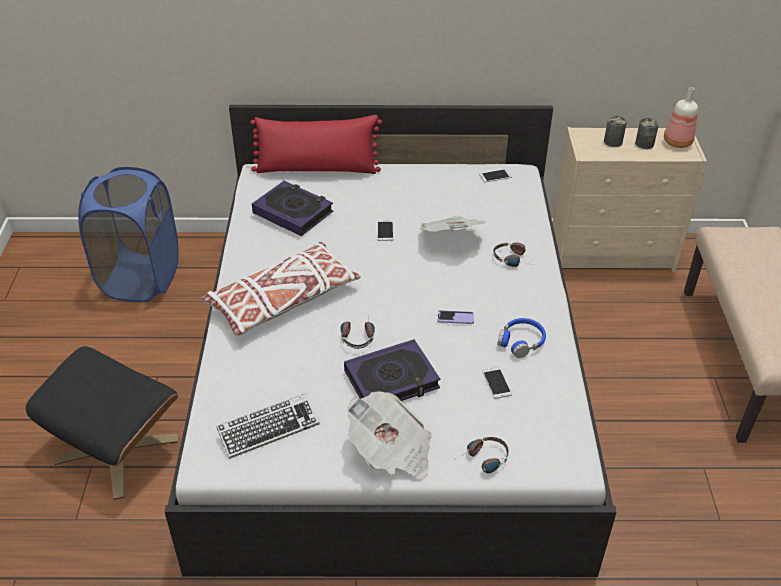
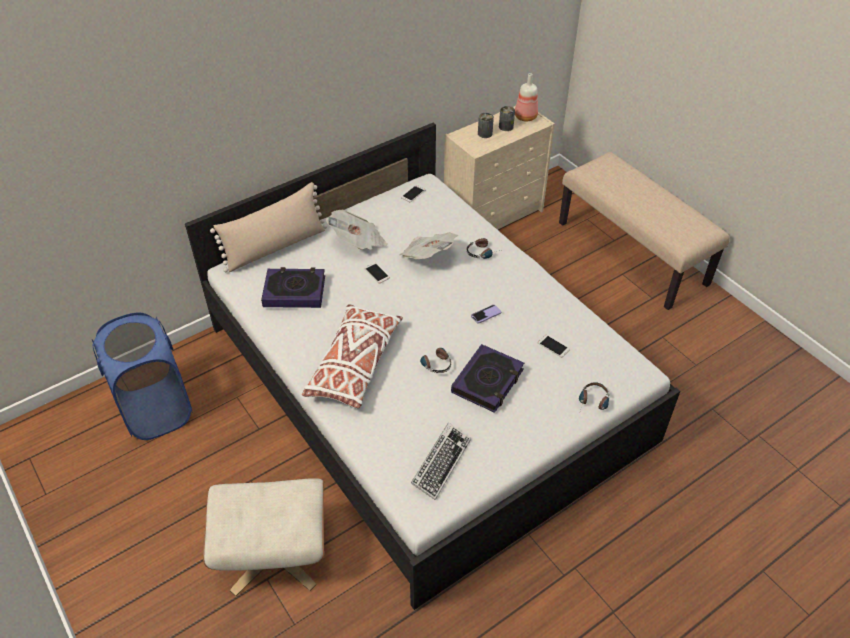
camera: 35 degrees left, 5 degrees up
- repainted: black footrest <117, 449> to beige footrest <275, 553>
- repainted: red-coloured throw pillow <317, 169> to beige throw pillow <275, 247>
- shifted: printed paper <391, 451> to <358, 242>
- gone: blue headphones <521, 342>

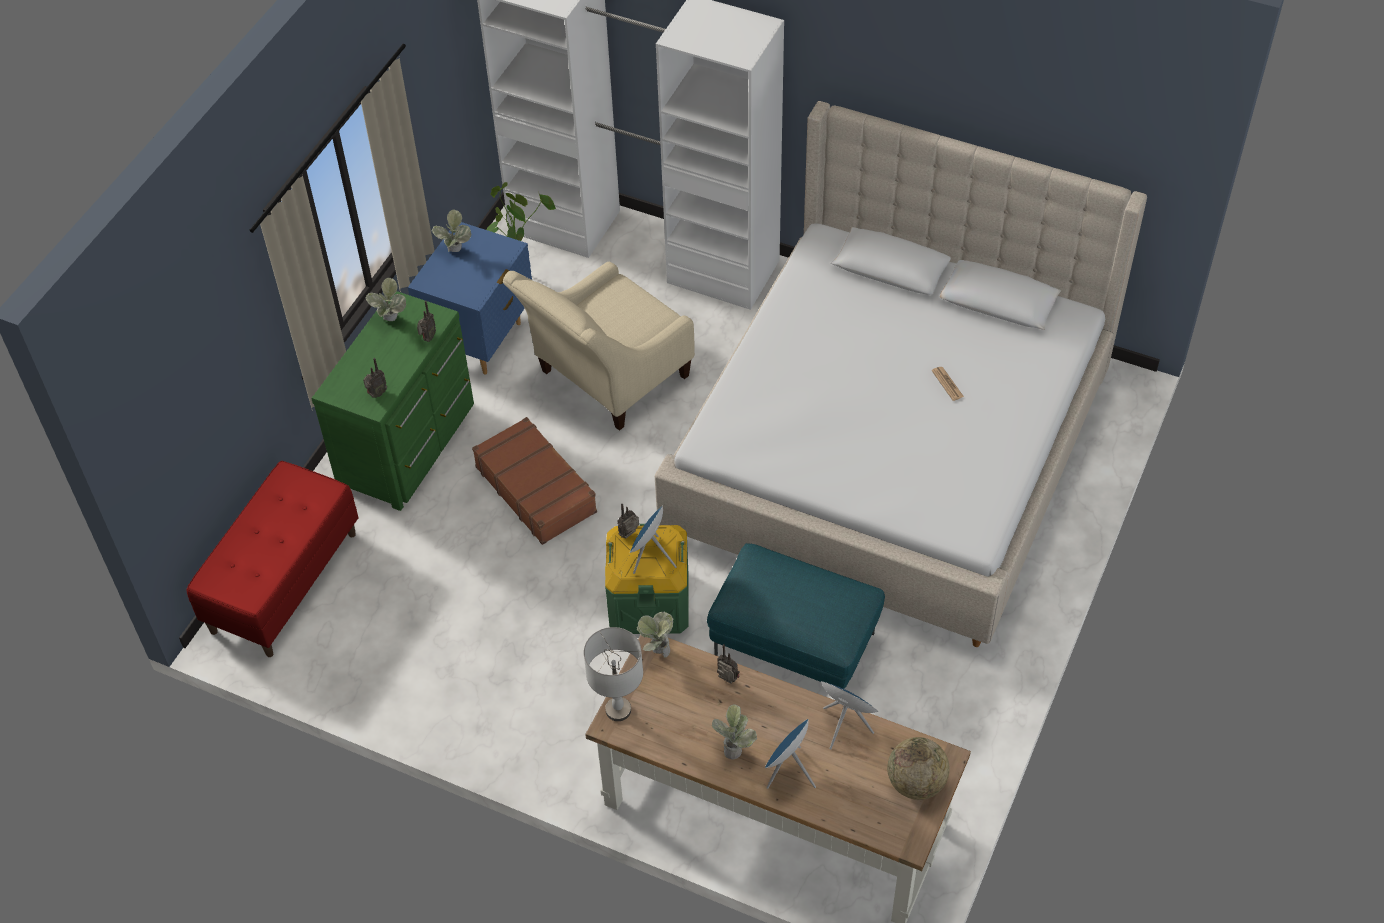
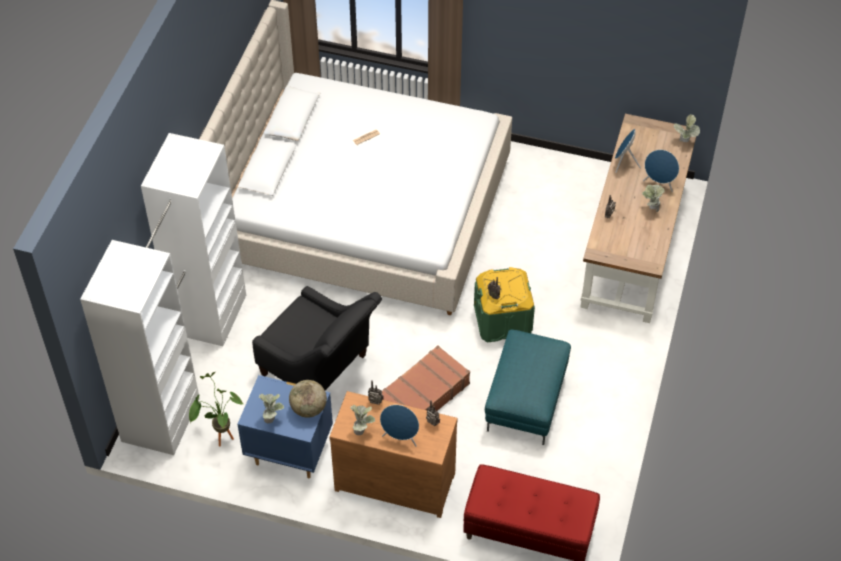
camera: 100 degrees left, 0 degrees up
- repainted: beige armchair <606, 380> to black armchair <320, 369>
- shifted: desk globe <916, 783> to <309, 408>
- repainted: green chest of drawers <410, 444> to brown-coloured chest of drawers <395, 478>
- shifted: blue speaker <650, 557> to <400, 438>
- shifted: turquoise-coloured footrest <795, 643> to <525, 401>
- shifted: houseplant <656, 650> to <684, 142>
- gone: grey tabletop lamp <618, 710>

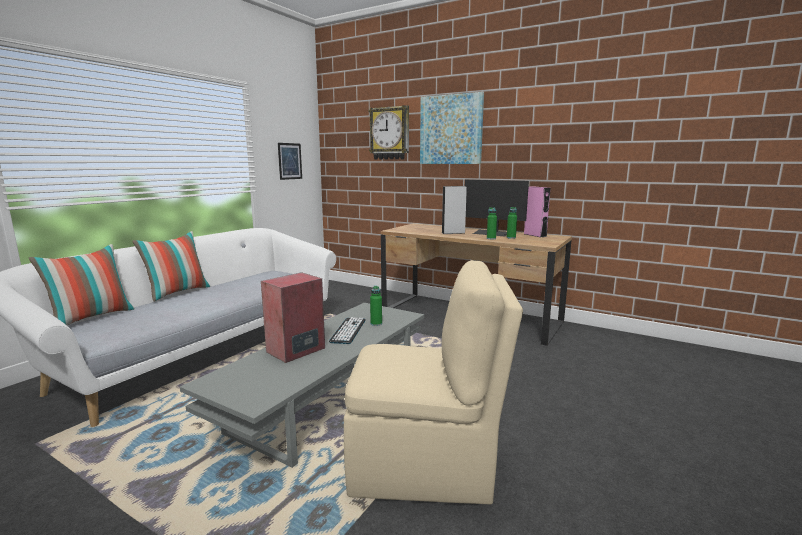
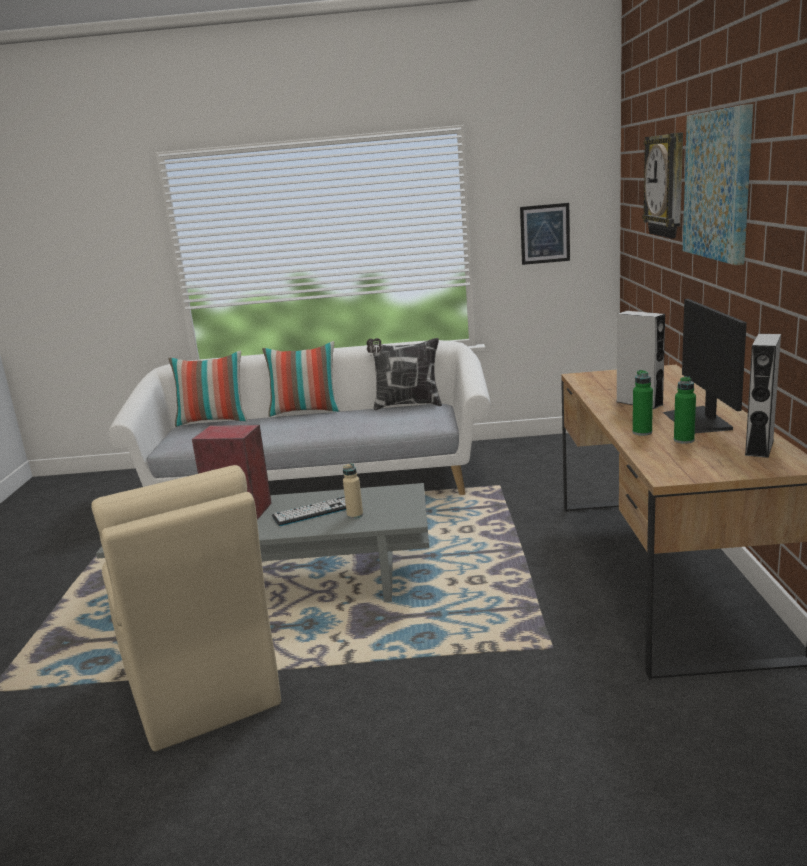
camera: 60 degrees right, 5 degrees up
- repainted: green beverage bottle <376, 324> to beige beverage bottle <355, 515>
- new: throw pillow <406, 405>
- repainted: pink speaker <535, 235> to grey speaker <759, 447>

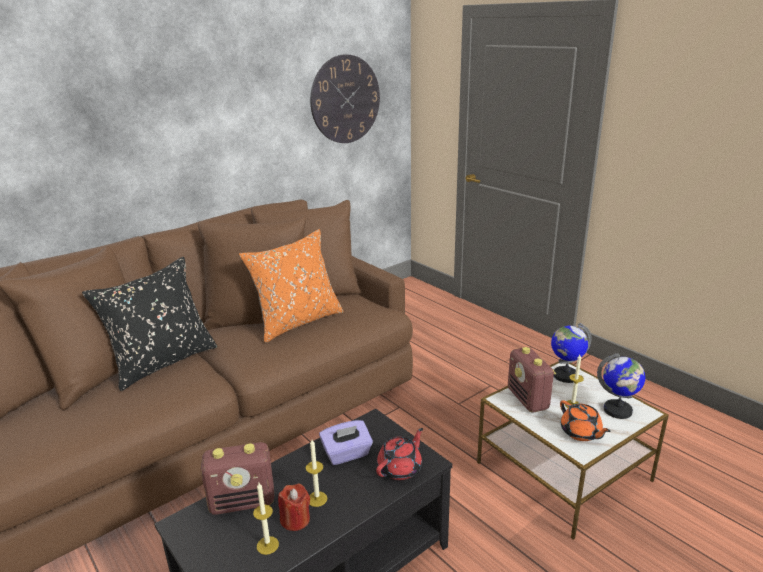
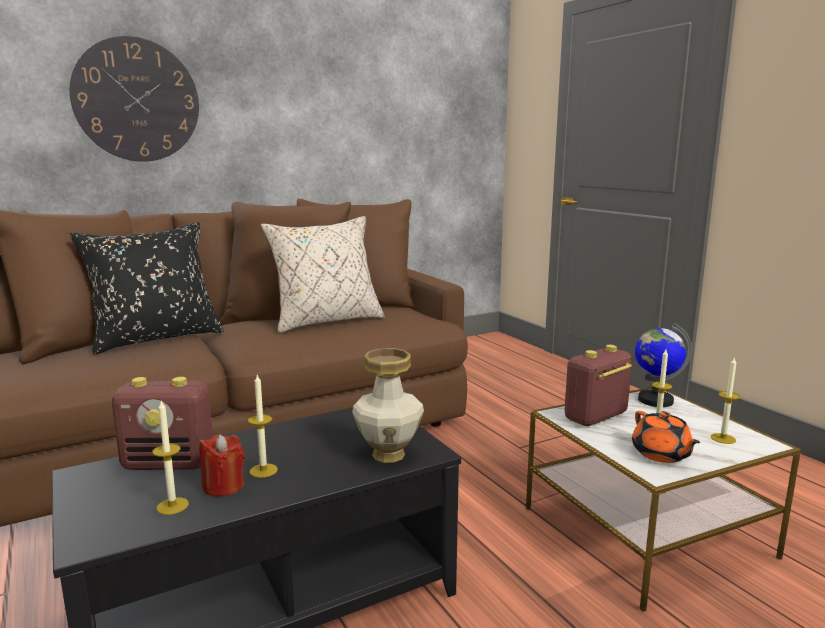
camera: 10 degrees right, 10 degrees down
- shifted: clock on the wall <345, 99> to <136, 100>
- repainted: orangey throw pillow <297, 322> to beige throw pillow <326, 321>
- swapped: red-coloured pot for tea <400, 468> to vase <388, 454>
- rotated: radio set <528, 400> = <595, 417> 60 degrees clockwise
- swapped: desk globe <618, 410> to wax candle <723, 438>
- gone: purplish tissue box <347, 454>

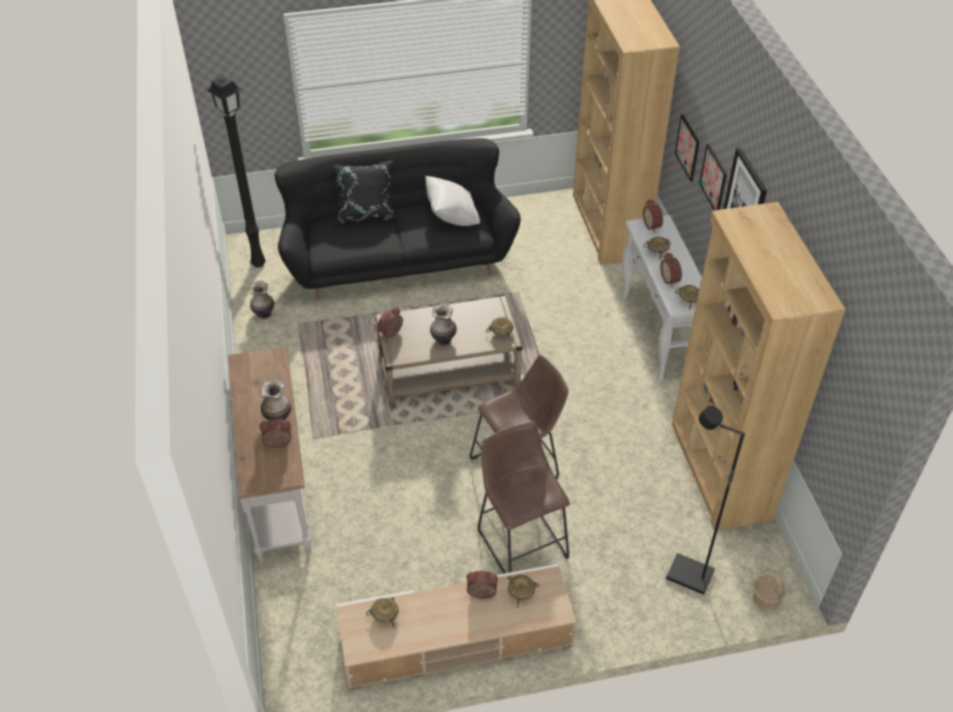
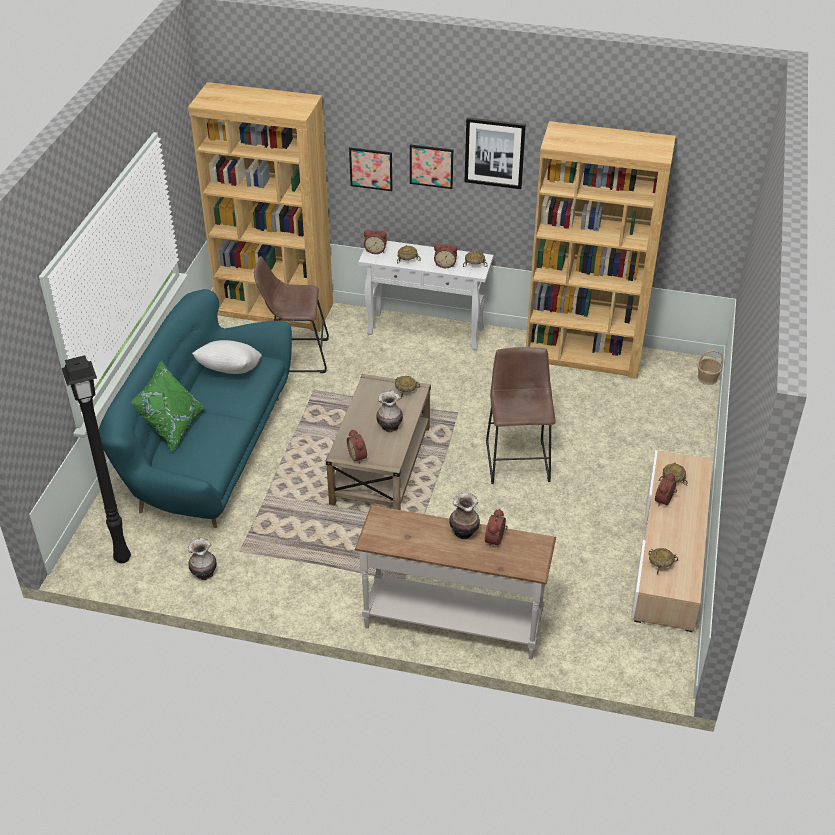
camera: 65 degrees left, 5 degrees down
- repainted: black settee <398, 260> to turquoise-coloured settee <207, 453>
- repainted: black throw pillow <366, 212> to green throw pillow <171, 426>
- shifted: brown-coloured sitting stool <520, 539> to <294, 356>
- gone: black standing lamp <688, 576>

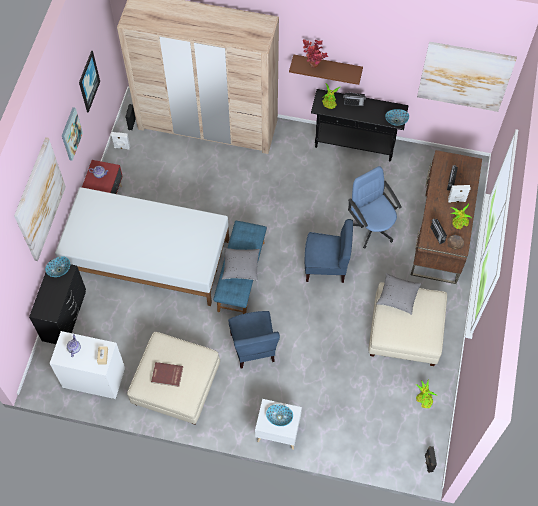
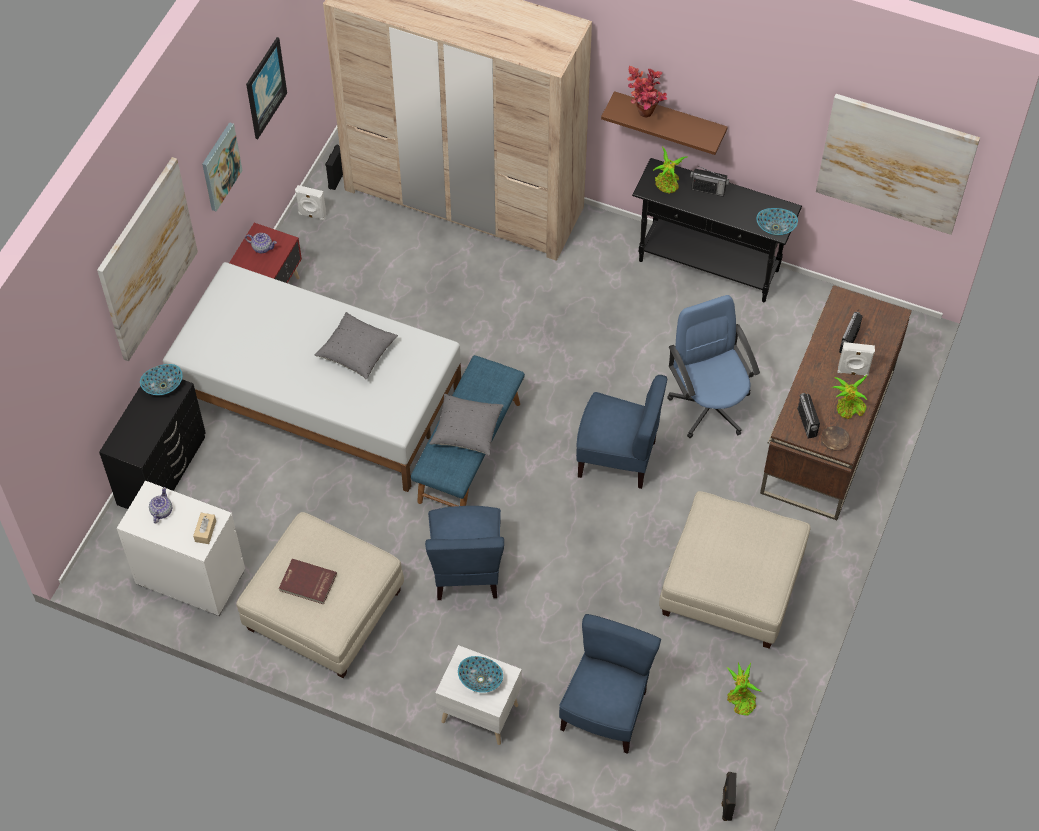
camera: 10 degrees right, 5 degrees down
- shifted: grey throw pillow <397, 297> to <357, 353>
- new: blue plain chair <605, 711>

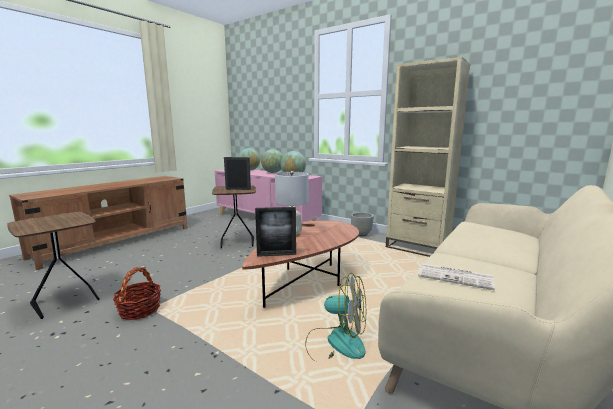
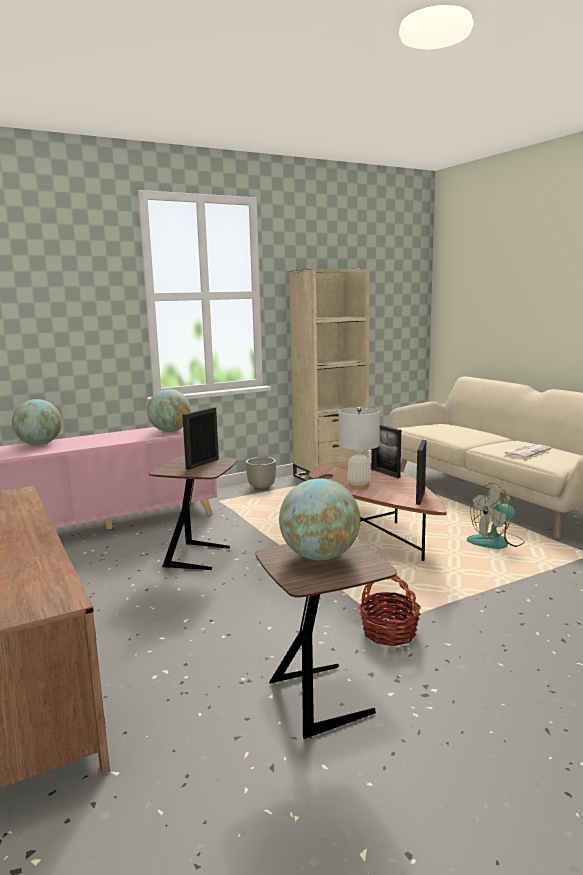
camera: 65 degrees left, 0 degrees up
- shifted: desk globe <273, 172> to <319, 556>
- new: picture frame <385, 473>
- rotated: fan <336, 342> = <496, 542> 150 degrees counterclockwise

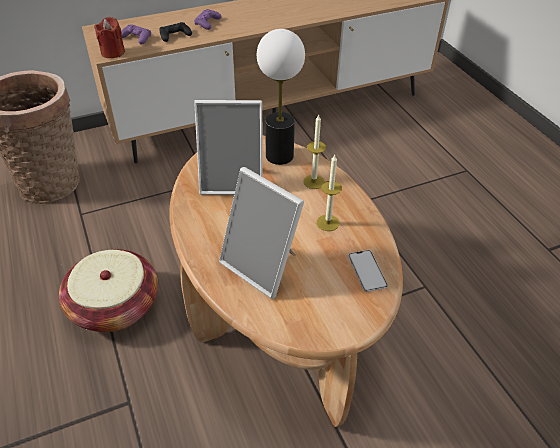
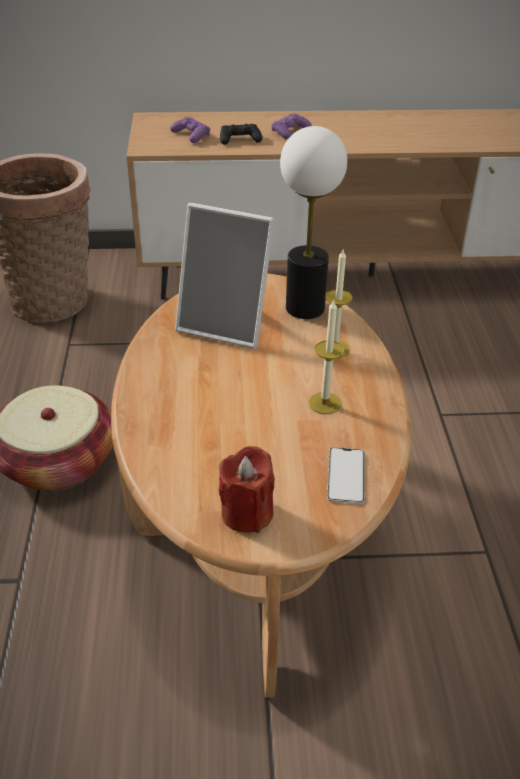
camera: 20 degrees right, 5 degrees down
- shifted: red-coloured wax candle <113, 52> to <247, 513>
- gone: picture frame <263, 266>

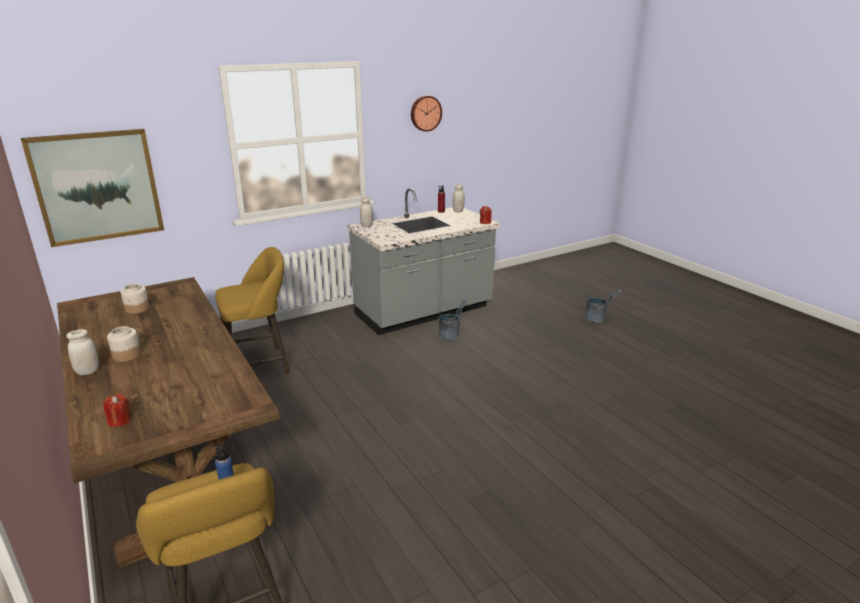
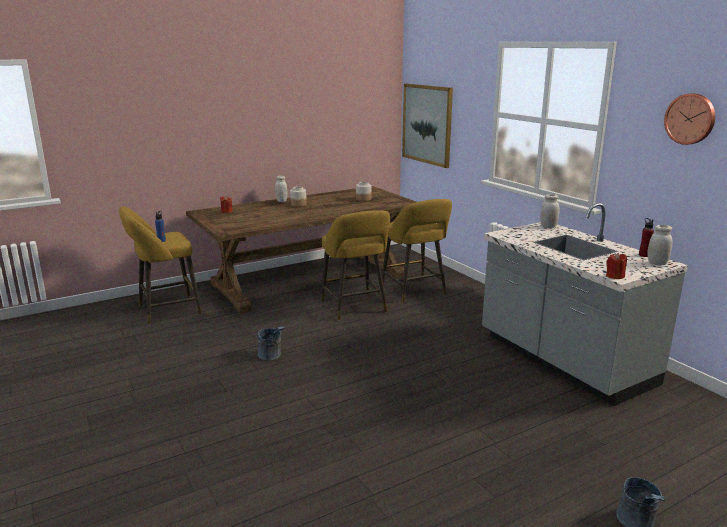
camera: 90 degrees right, 5 degrees down
- shifted: grey pail <451, 335> to <272, 356>
- new: yellow sitting stool <355, 308>

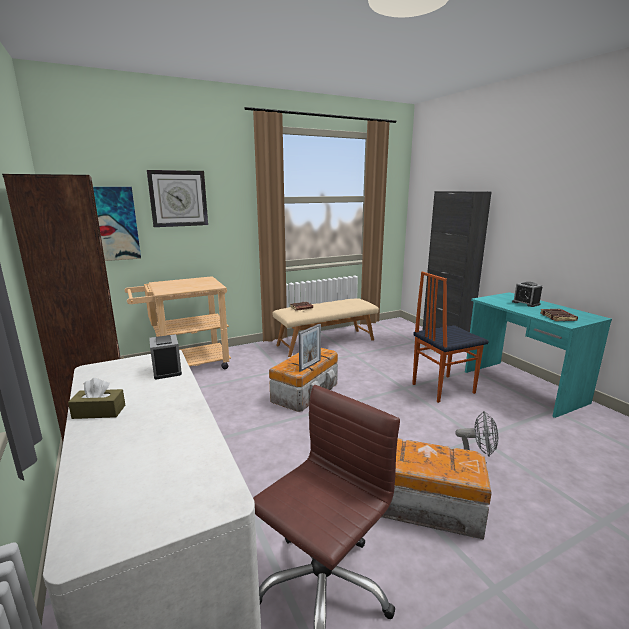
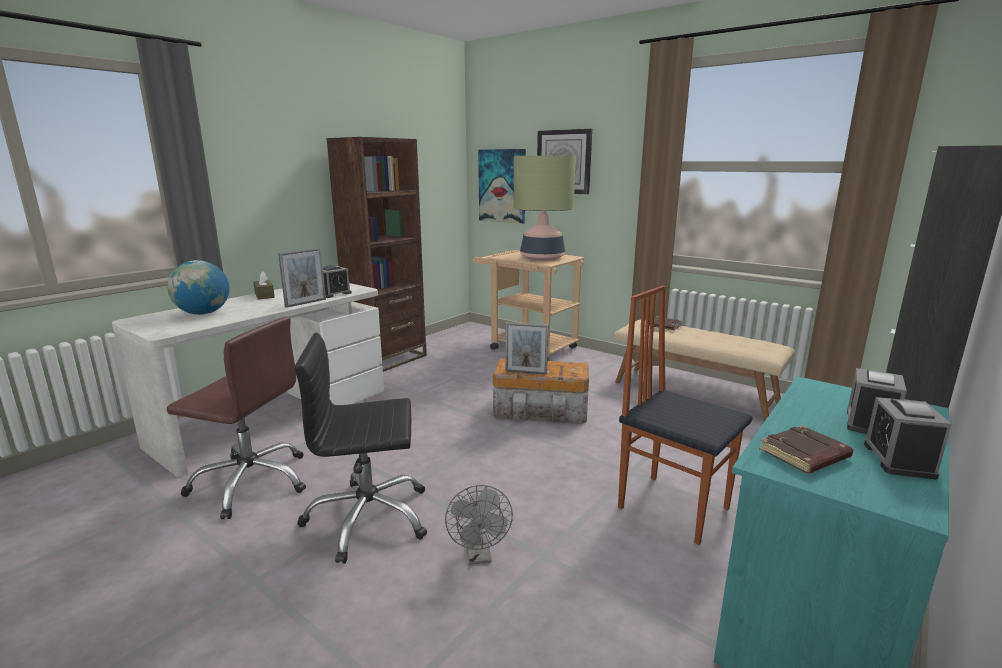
camera: 65 degrees right, 0 degrees up
- new: desk globe <203, 313>
- new: picture frame <306, 303>
- swapped: storage bin <420, 504> to black office chair <368, 518>
- new: tabletop lamp <542, 258>
- new: table clock <899, 460>

